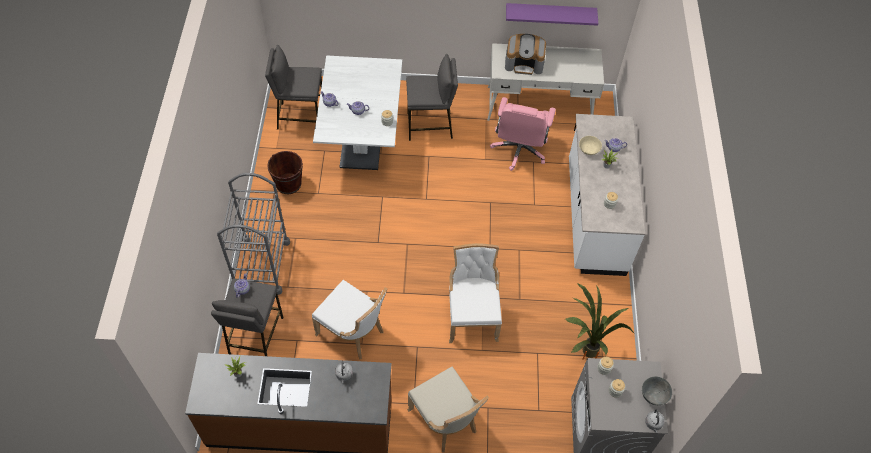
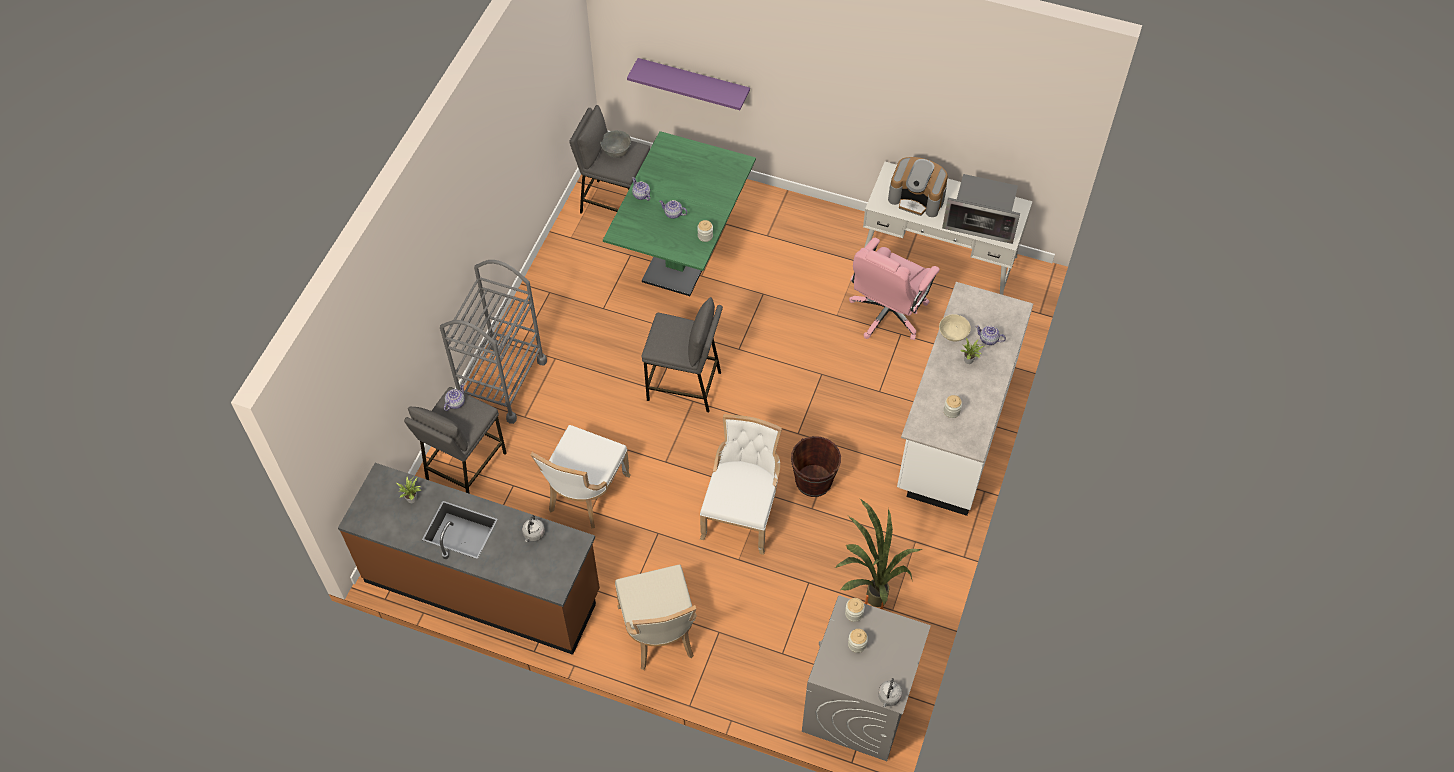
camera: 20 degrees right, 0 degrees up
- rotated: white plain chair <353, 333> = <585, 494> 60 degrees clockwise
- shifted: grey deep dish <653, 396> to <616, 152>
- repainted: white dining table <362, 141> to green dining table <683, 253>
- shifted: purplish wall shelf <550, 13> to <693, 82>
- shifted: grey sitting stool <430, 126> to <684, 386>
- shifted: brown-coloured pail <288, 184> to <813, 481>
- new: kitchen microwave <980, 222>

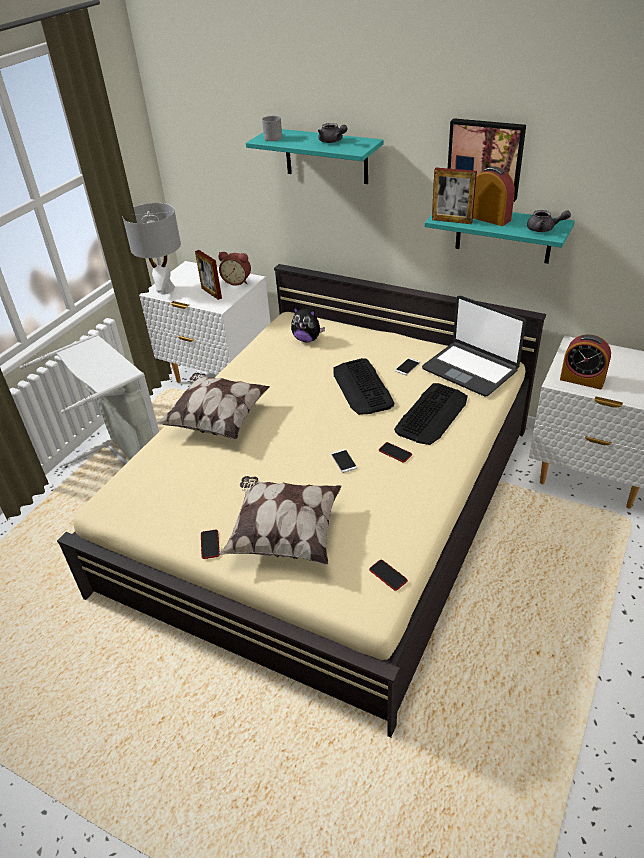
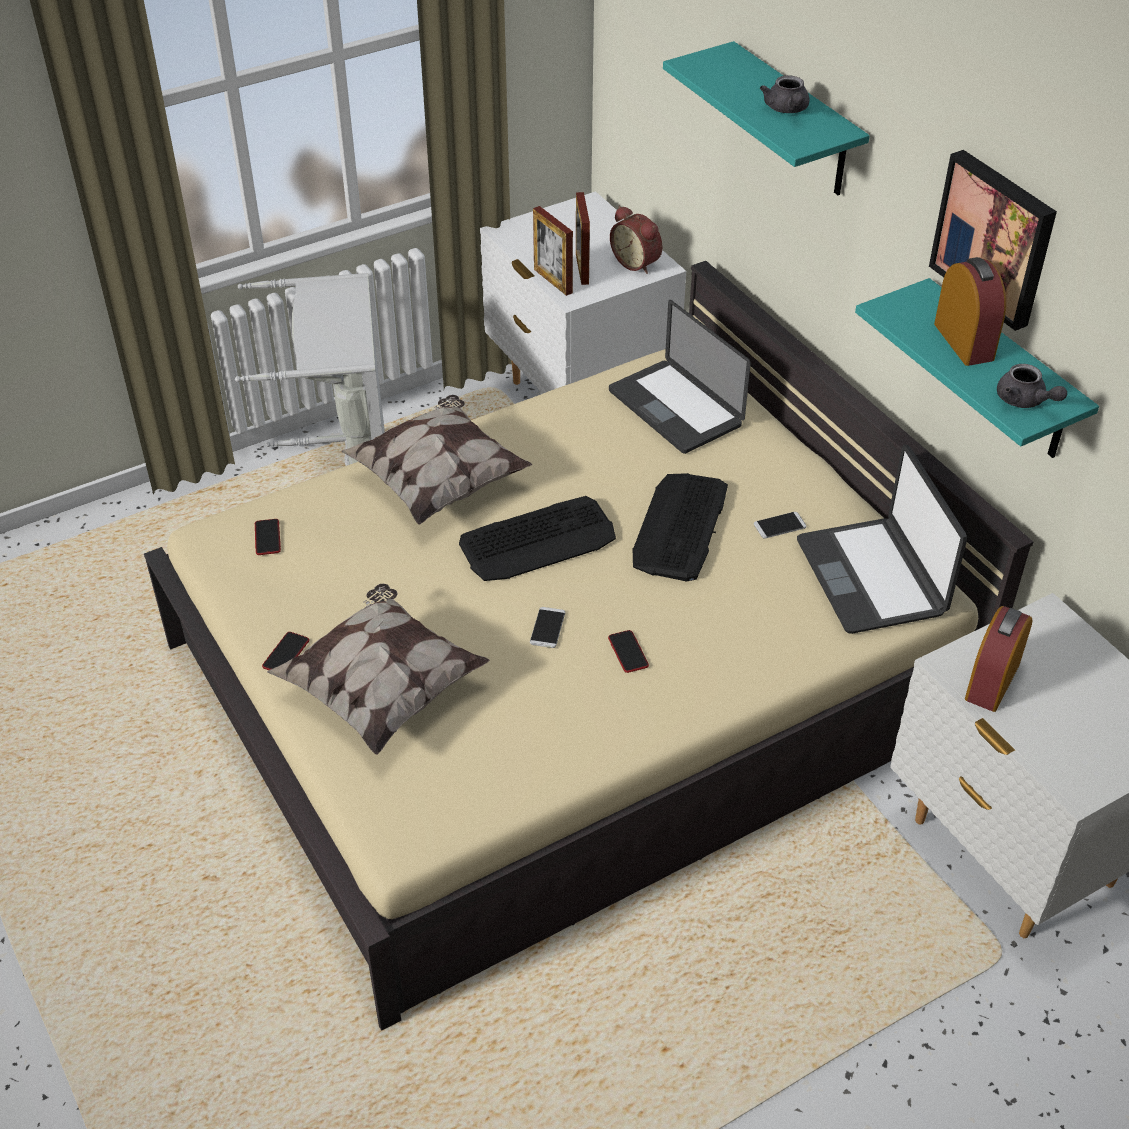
camera: 30 degrees right, 5 degrees up
- shifted: telephone <388, 575> to <267, 538>
- shifted: PC keyboard <432, 414> to <538, 540>
- shifted: picture frame <452, 221> to <553, 281>
- swapped: cuddly toy <307, 339> to portable computer <675, 408>
- rotated: table clock <582, 380> = <992, 681> 60 degrees clockwise
- gone: grey tabletop lamp <165, 289>
- gone: grey coffee mug <271, 137>

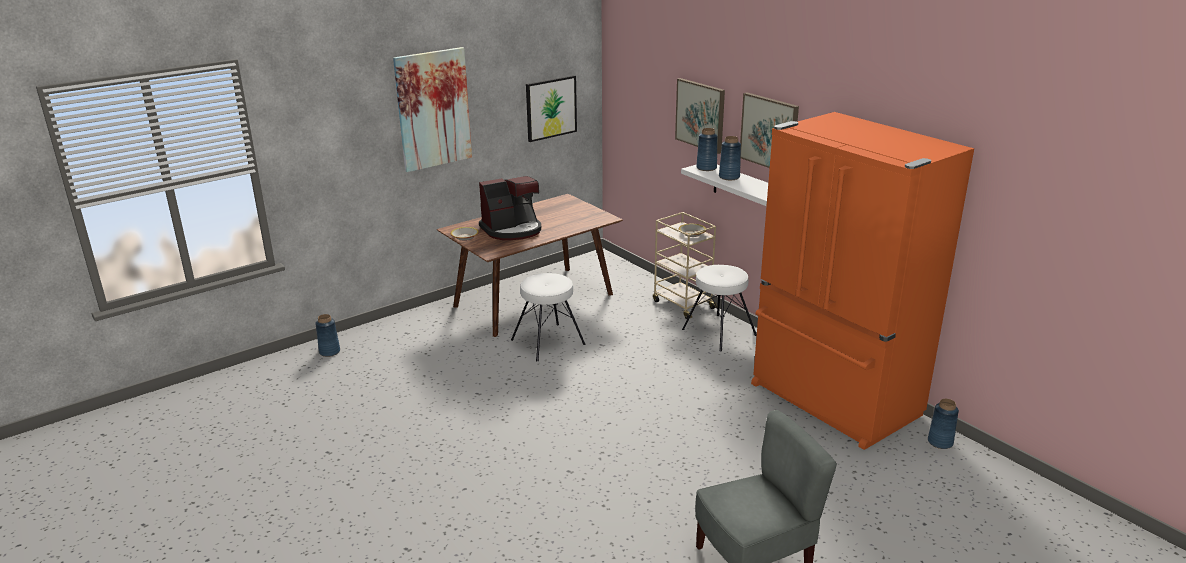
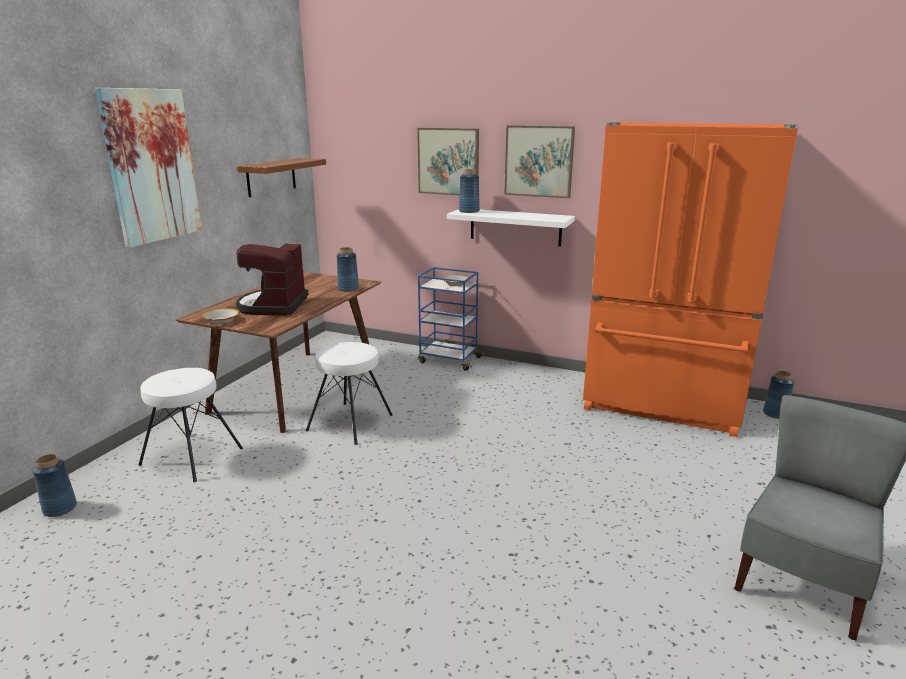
camera: 30 degrees left, 5 degrees down
- shifted: white sitting stool <718, 332> to <191, 457>
- rotated: coffee machine <512, 230> = <273, 306> 150 degrees clockwise
- swapped: wall art <551, 108> to wall shelf <271, 177>
- shifted: blue vase <729, 177> to <348, 289>
- repainted: beige wheeled cart <682, 304> to blue wheeled cart <449, 360>

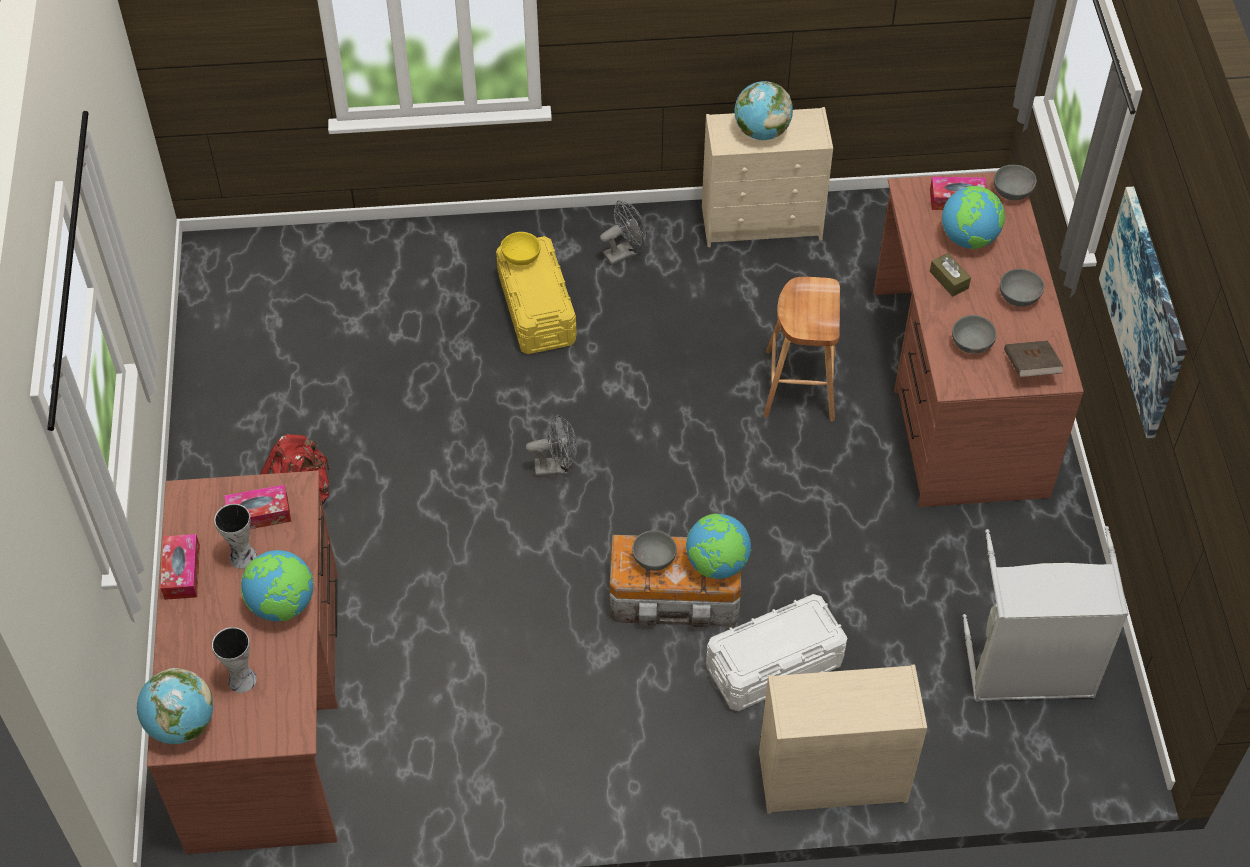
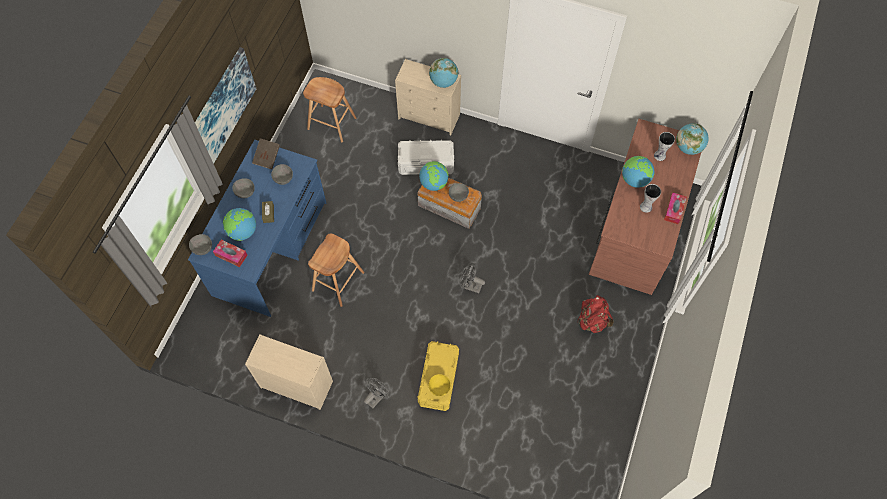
camera: 155 degrees left, 10 degrees up
- repainted: brown-coloured desk <957, 391> to blue desk <271, 248>
- swapped: grey hamper <1029, 671> to brown-coloured sitting stool <331, 123>
- rotated: grey fan <624, 252> = <376, 397> 135 degrees clockwise
- shifted: desk globe <761, 132> to <443, 82>
- gone: tissue box <259, 514>

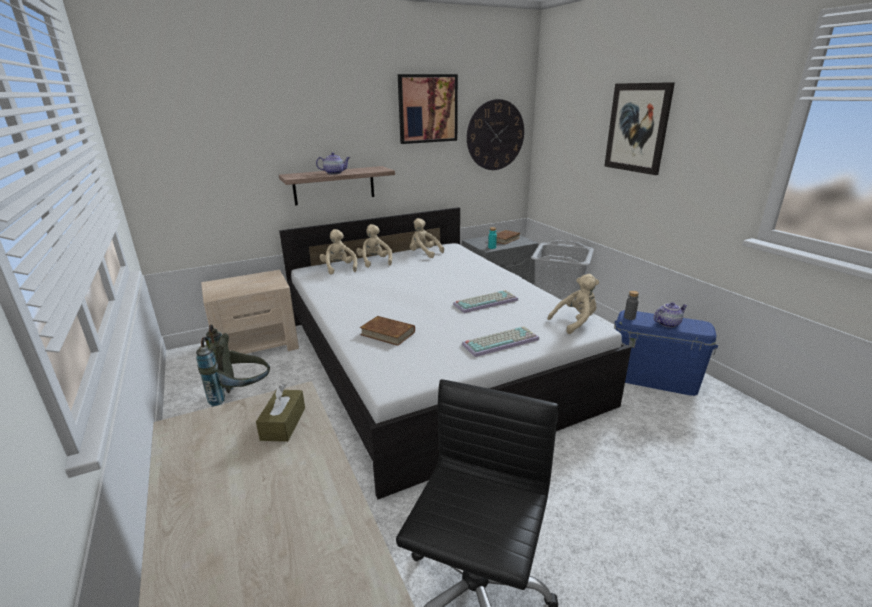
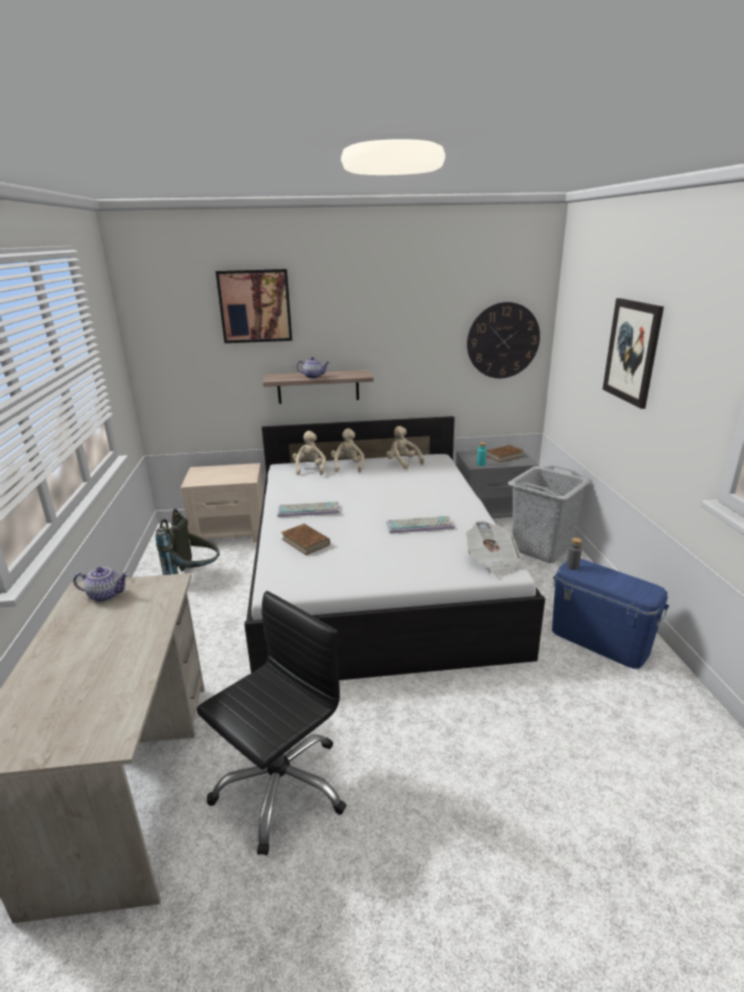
camera: 20 degrees right, 0 degrees up
- shifted: pot for tea <667, 323> to <106, 595>
- shifted: wall art <427, 109> to <255, 306>
- shifted: PC keyboard <501, 341> to <309, 510>
- swapped: beige cuddly toy <575, 322> to printed paper <492, 562>
- gone: brown-coloured tissue box <283, 423>

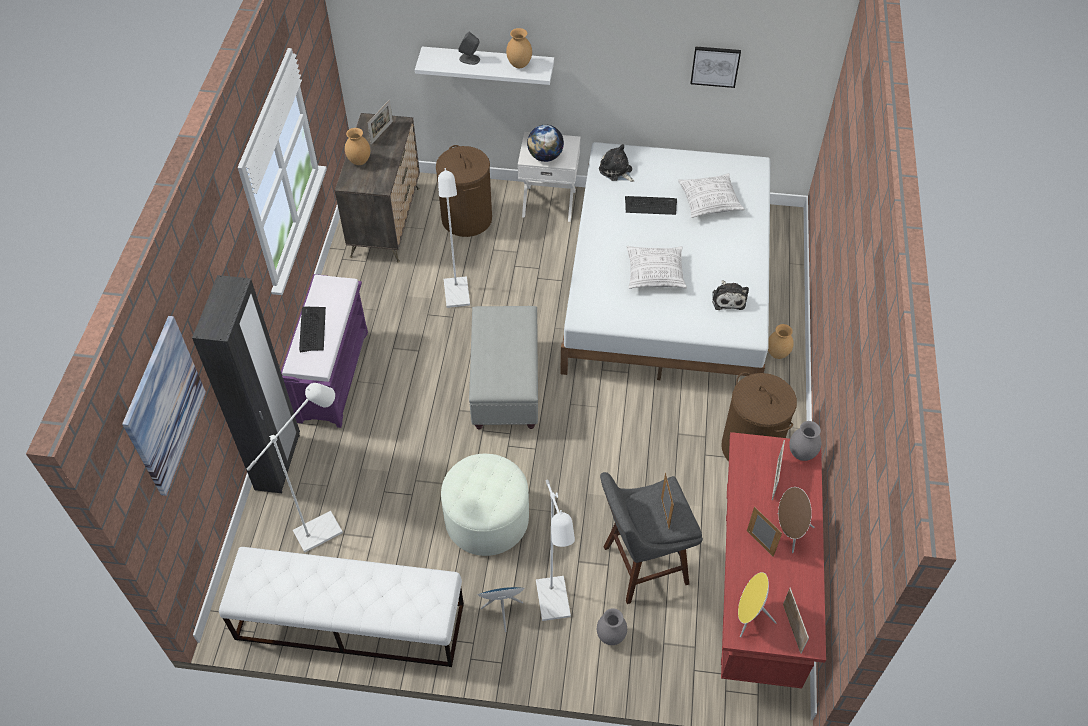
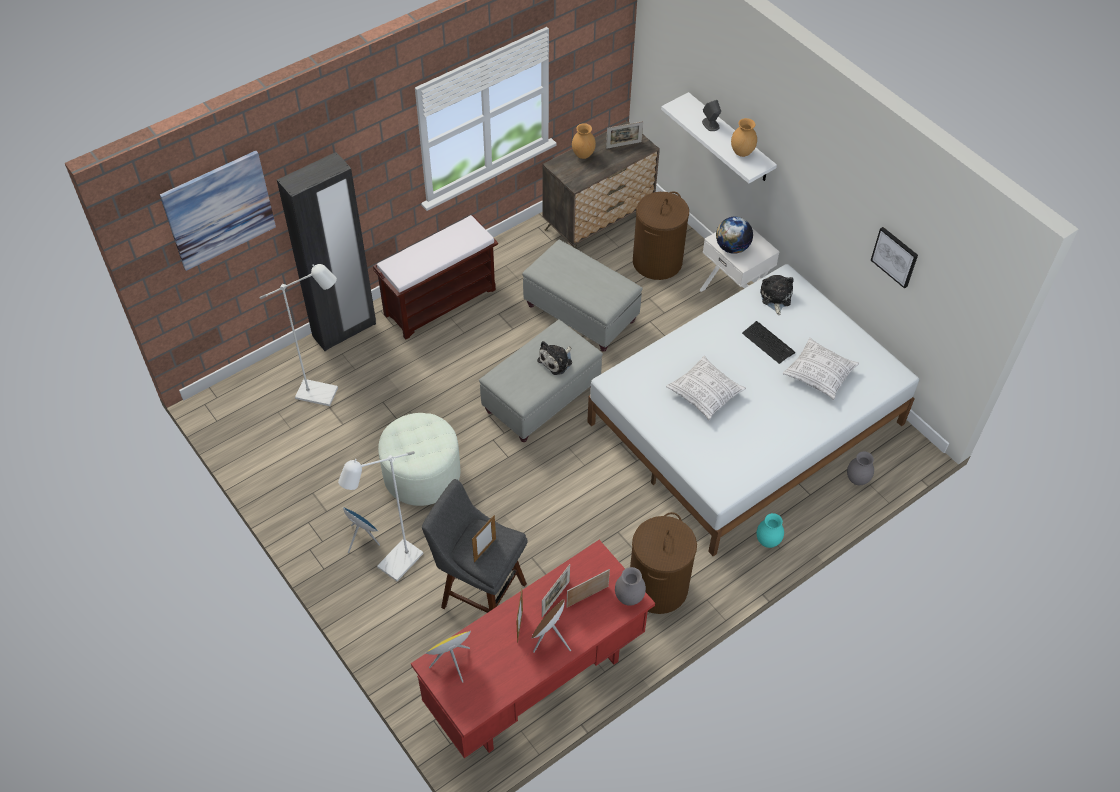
camera: 45 degrees right, 0 degrees up
- repainted: purplish long seat <333, 375> to brown-coloured long seat <441, 301>
- swapped: white standing lamp <457, 298> to grey footrest <581, 313>
- shifted: cuddly toy <728, 298> to <556, 361>
- shifted: picture frame <792, 628> to <555, 599>
- repainted: brown-coloured vase <777, 354> to turquoise-coloured vase <767, 542>
- shifted: grey vase <611, 636> to <857, 480>
- gone: white long seat <349, 621>
- gone: PC keyboard <312, 329>

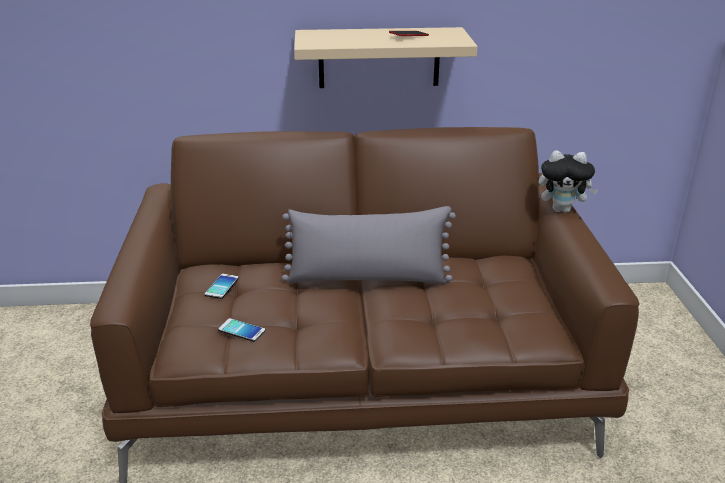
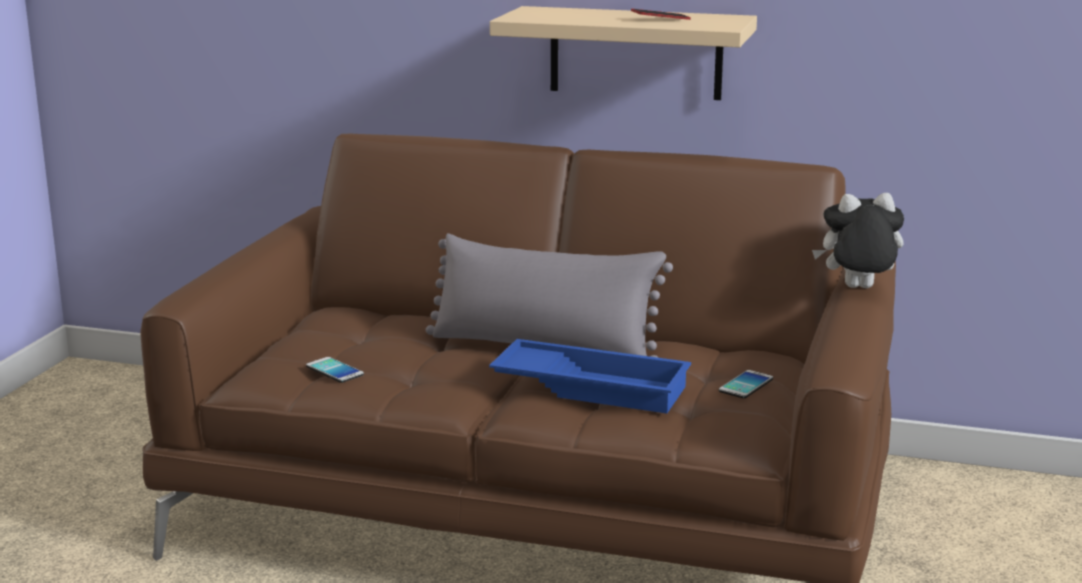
camera: 20 degrees right, 10 degrees down
- new: blue carrying tray <593, 386>
- shifted: telephone <221, 286> to <746, 385>
- rotated: cuddly toy <562, 210> = <857, 289> 150 degrees clockwise

